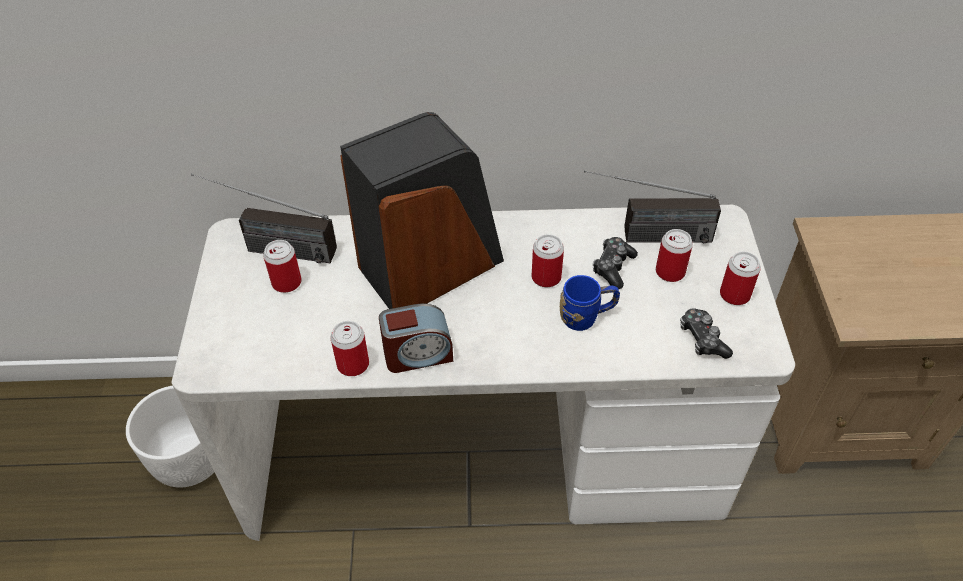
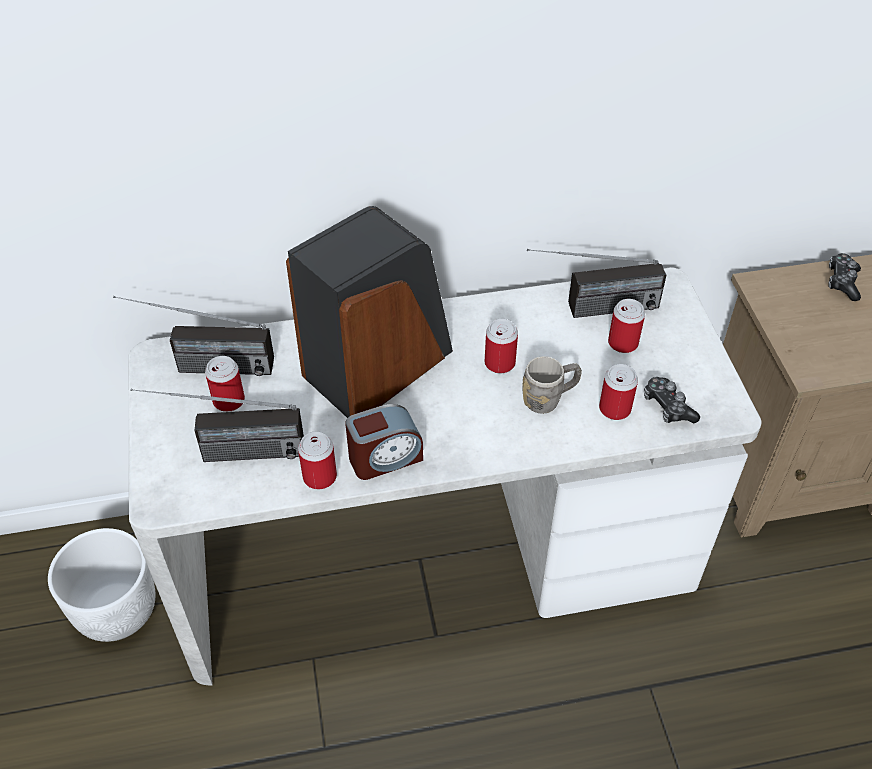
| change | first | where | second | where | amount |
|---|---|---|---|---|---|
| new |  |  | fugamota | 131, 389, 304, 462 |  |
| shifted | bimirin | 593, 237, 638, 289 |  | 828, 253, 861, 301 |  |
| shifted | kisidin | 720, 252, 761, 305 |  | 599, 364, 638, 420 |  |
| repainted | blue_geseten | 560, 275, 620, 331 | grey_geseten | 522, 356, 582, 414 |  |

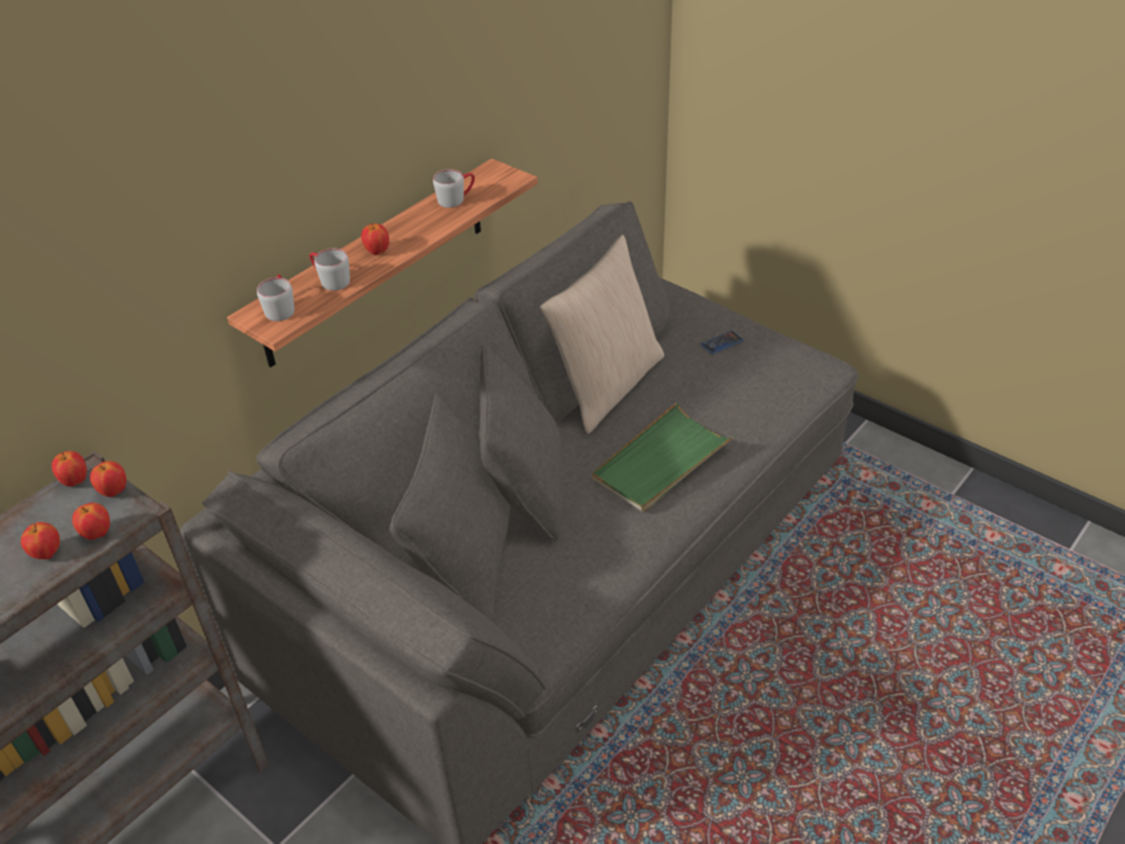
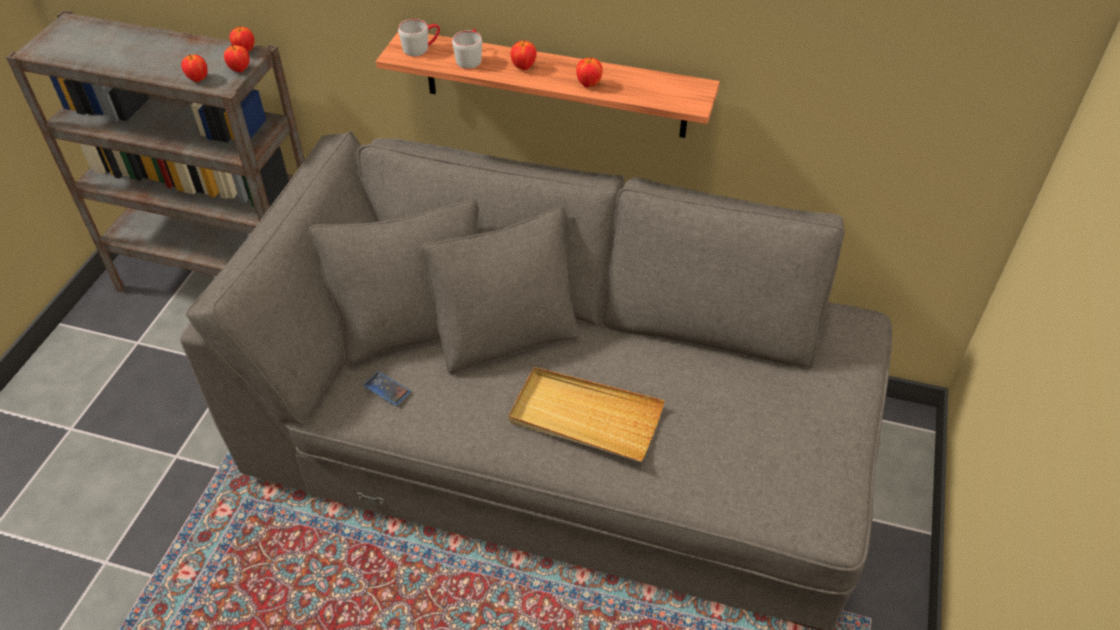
| change | first | where | second | where | amount |
|---|---|---|---|---|---|
| gone | grey_geseten | 433, 169, 475, 208 |  |  |  |
| gone | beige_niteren | 540, 235, 664, 434 |  |  |  |
| shifted | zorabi | 21, 522, 60, 560 |  | 576, 57, 603, 87 |  |
| shifted | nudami | 701, 330, 744, 354 |  | 364, 372, 411, 406 |  |
| repainted | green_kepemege | 592, 402, 735, 512 | beige_kepemege | 508, 367, 665, 462 |  |

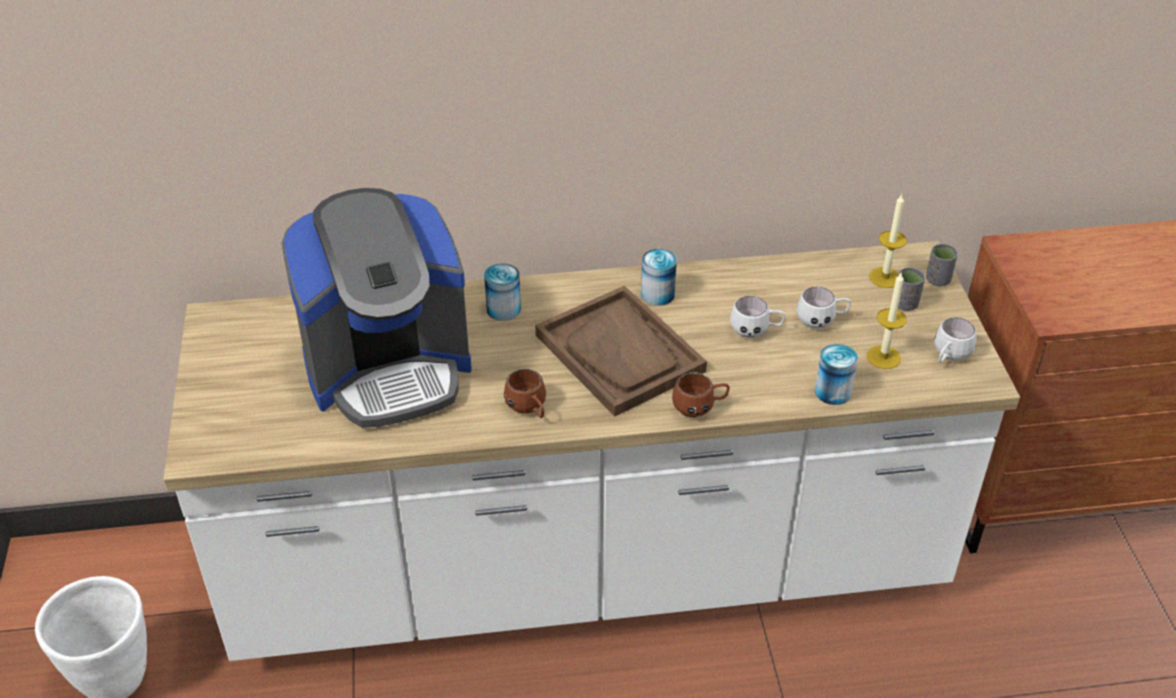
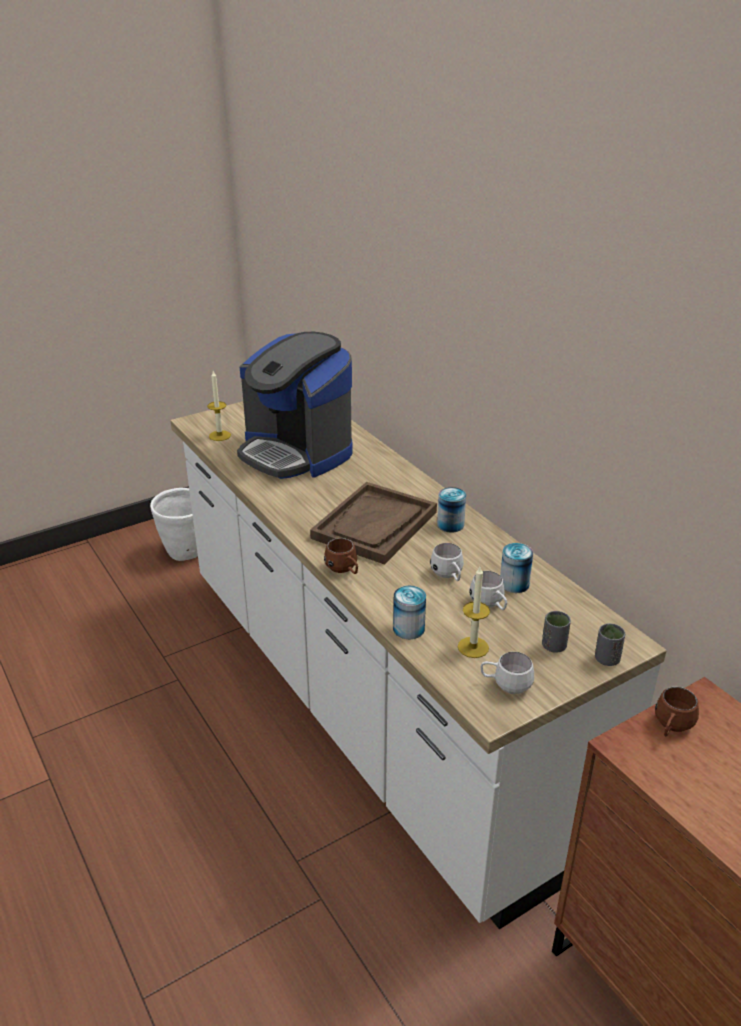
| change | first | where | second | where | amount |
|---|---|---|---|---|---|
| shifted | kisidin | 484, 263, 521, 321 |  | 500, 543, 533, 593 |  |
| shifted | brown_geseten | 504, 369, 546, 418 |  | 655, 687, 699, 736 |  |
| shifted | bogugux | 869, 194, 907, 288 |  | 207, 371, 231, 441 |  |

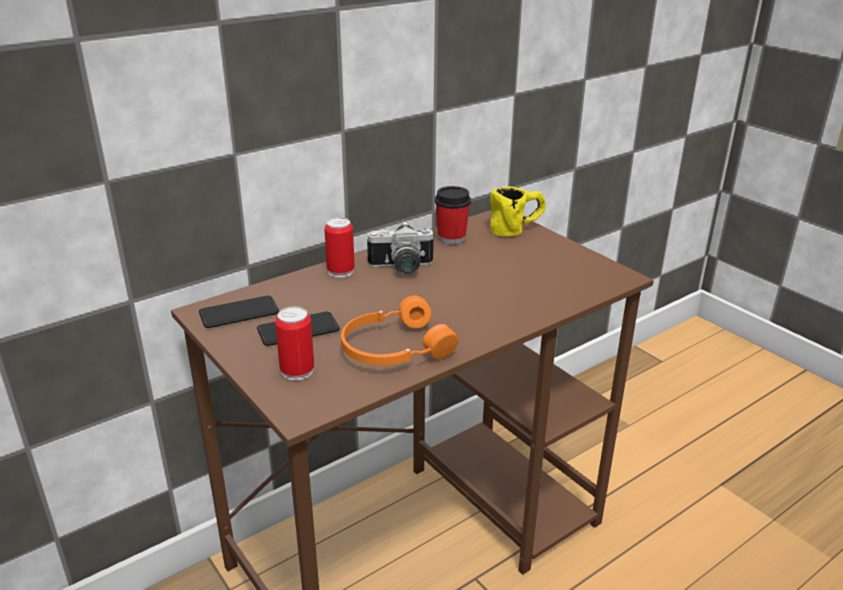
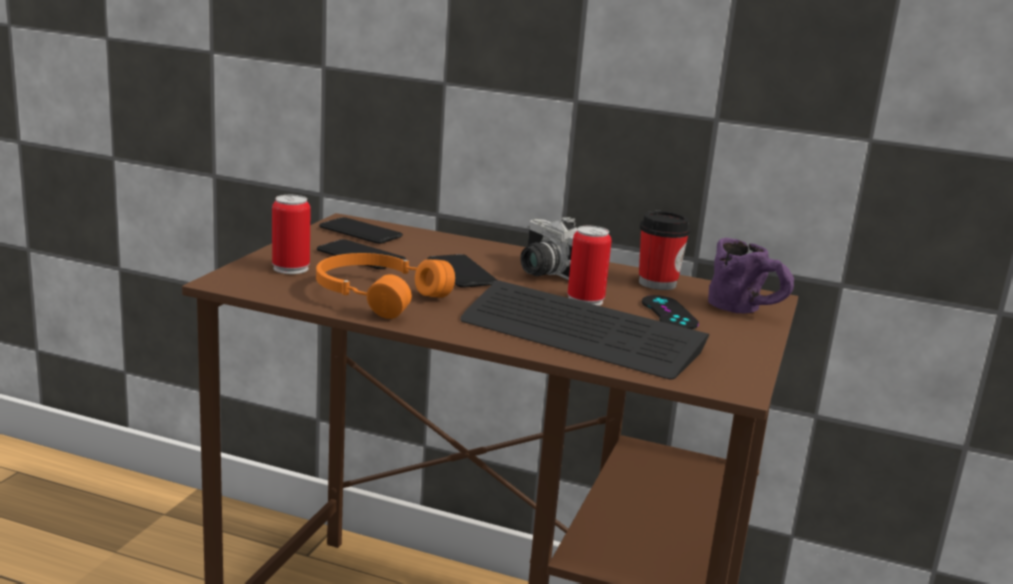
| change | first | where | second | where | amount |
|---|---|---|---|---|---|
| new |  |  | nudami | 427, 254, 497, 288 |  |
| new |  |  | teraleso | 460, 280, 710, 379 |  |
| new |  |  | black_bimirin | 642, 295, 699, 329 |  |
| shifted | kisidin | 324, 217, 355, 278 |  | 568, 226, 612, 306 |  |
| repainted | yellow_geseten | 490, 186, 546, 237 | purple_geseten | 708, 238, 794, 313 |  |

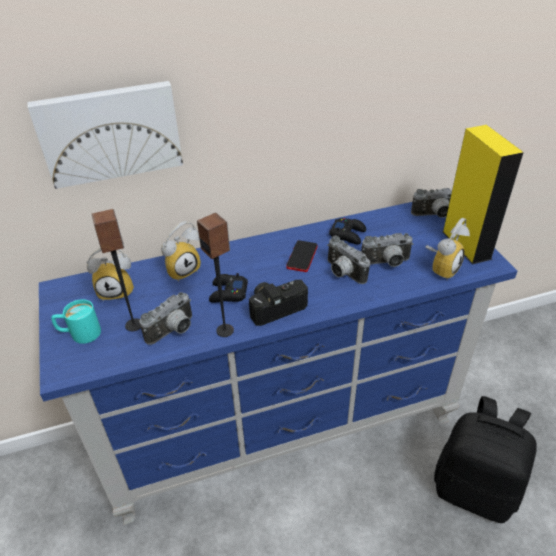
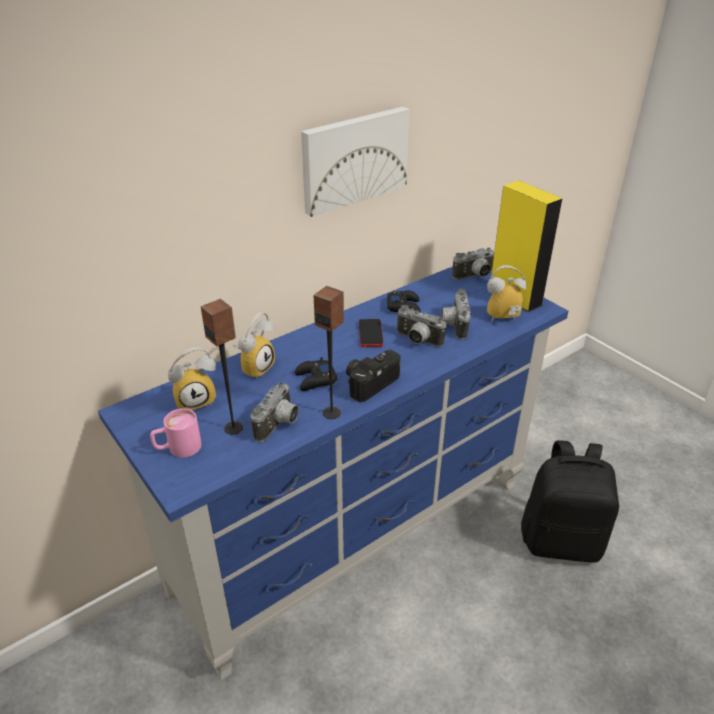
| change | first | where | second | where | amount |
|---|---|---|---|---|---|
| shifted | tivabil | 28, 81, 183, 189 |  | 301, 107, 410, 217 |  |
| repainted | turquoise_geseten | 51, 299, 101, 344 | pink_geseten | 150, 408, 202, 457 |  |
| rotated | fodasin | 361, 233, 414, 267 |  | 441, 289, 470, 339 | 120 degrees clockwise |
| rotated | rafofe | 425, 218, 470, 280 |  | 487, 265, 527, 321 | 120 degrees counterclockwise |

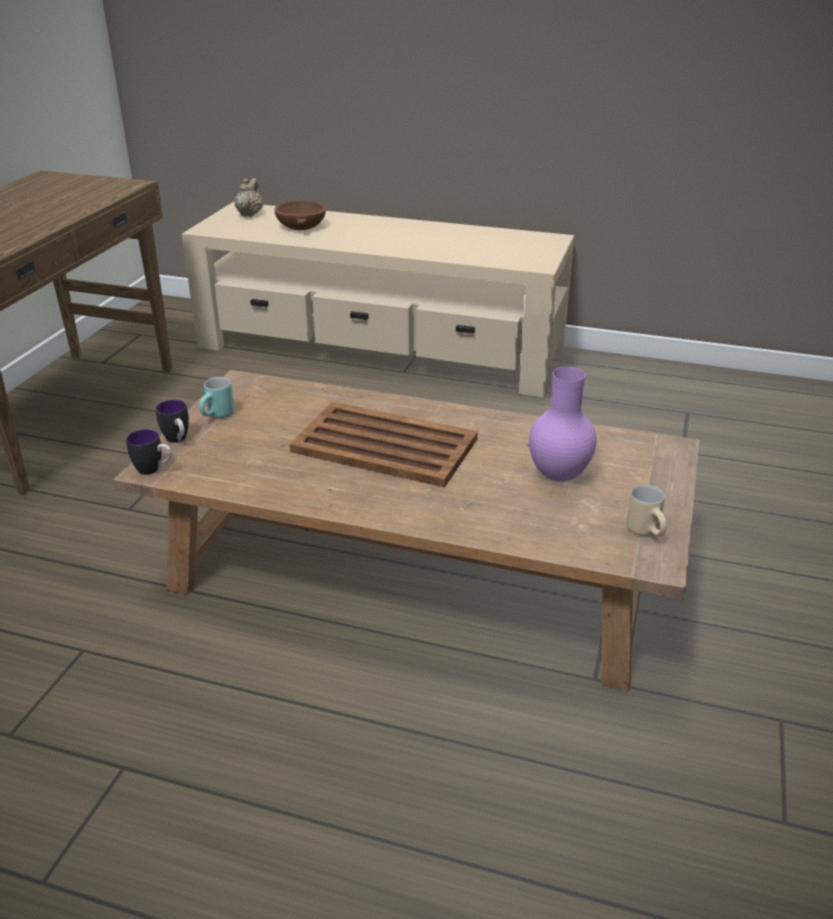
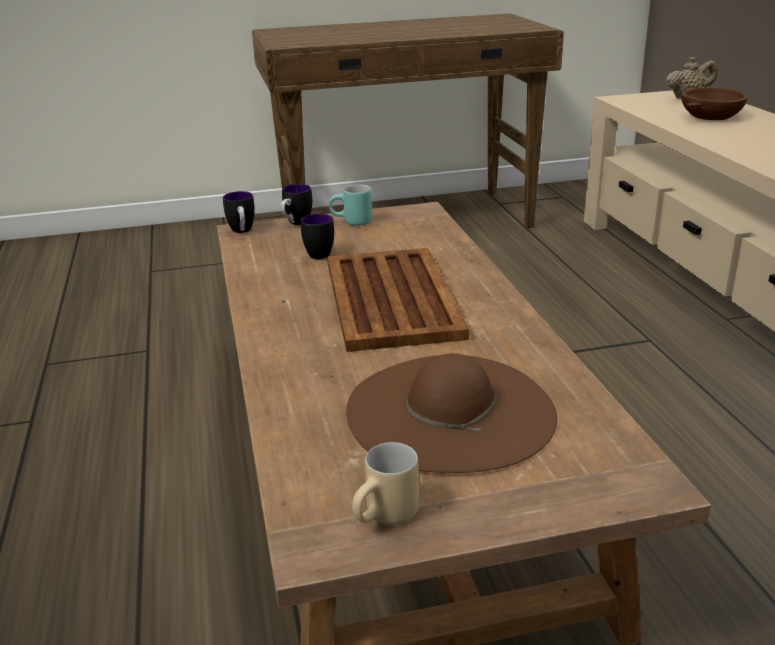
| change | first | where | second | where | amount |
|---|---|---|---|---|---|
| new |  |  | geseten | 301, 214, 334, 259 |  |
| swapped | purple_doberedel | 529, 367, 597, 482 | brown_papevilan | 346, 353, 557, 473 |  |

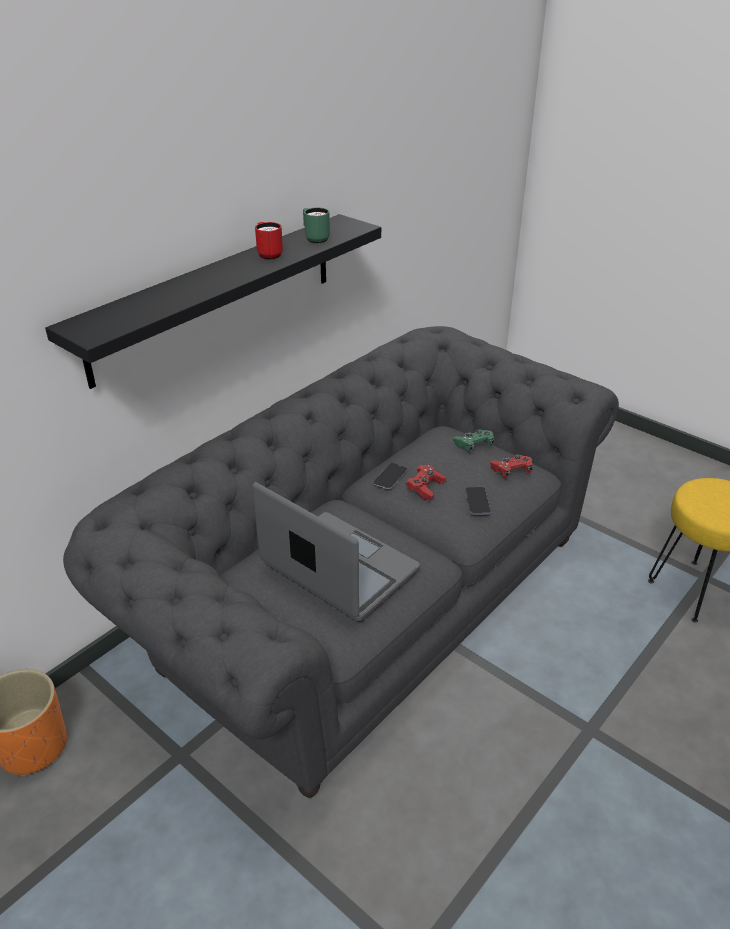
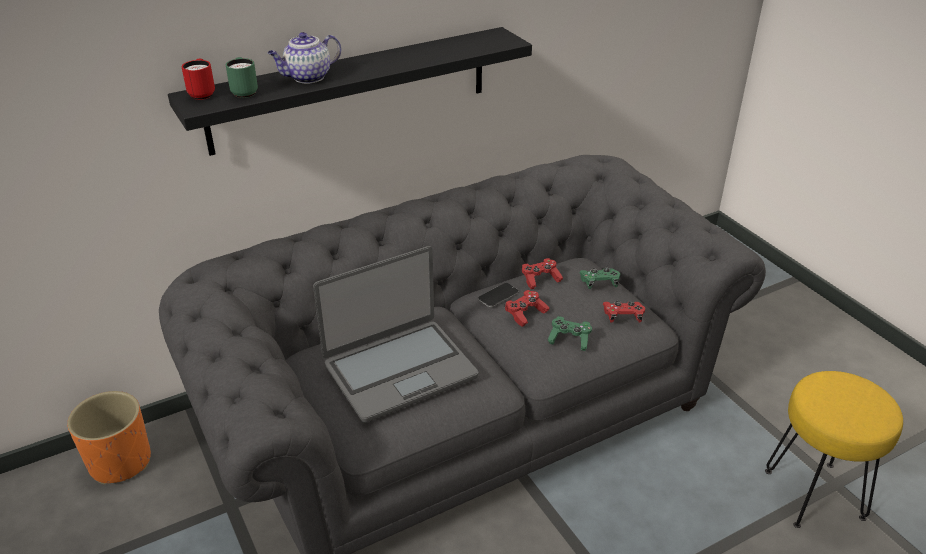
| change | first | where | second | where | amount |
|---|---|---|---|---|---|
| new |  |  | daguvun | 268, 32, 341, 84 |  |
| new |  |  | red_bimirin | 522, 258, 563, 289 |  |
| shifted | red_geseten | 255, 222, 283, 260 |  | 182, 59, 215, 100 |  |
| shifted | green_geseten | 303, 208, 330, 243 |  | 226, 57, 258, 98 |  |
| swapped | nudami | 465, 487, 491, 515 | green_bimirin | 547, 316, 592, 351 |  |
| rotated | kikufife | 252, 482, 420, 621 |  | 313, 246, 479, 423 | 90 degrees clockwise |

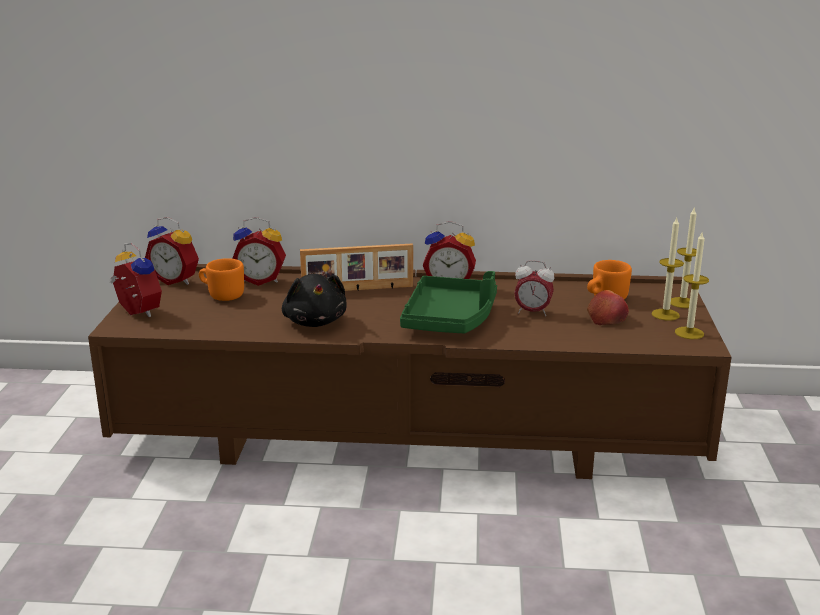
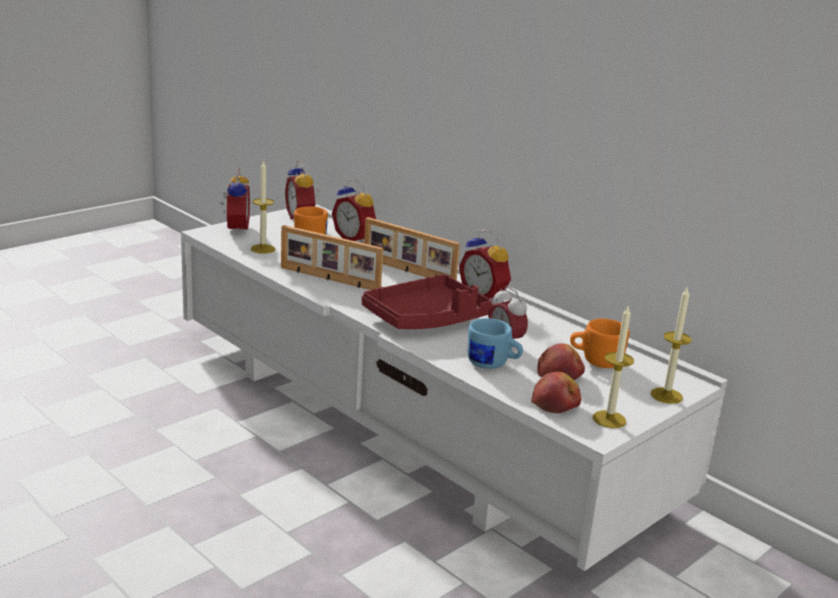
| change | first | where | second | where | amount |
|---|---|---|---|---|---|
| new |  |  | blue_geseten | 468, 318, 523, 369 |  |
| new |  |  | zorabi | 531, 372, 581, 413 |  |
| shifted | bogugux | 651, 218, 684, 320 |  | 251, 160, 276, 254 |  |
| swapped | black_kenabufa | 282, 274, 347, 327 | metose | 281, 225, 383, 290 |  |
| repainted | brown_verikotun | 88, 264, 731, 479 | white_verikotun | 181, 204, 727, 571 |  |
| repainted | green_kepemege | 400, 271, 497, 333 | red_kepemege | 362, 274, 493, 329 |  |

